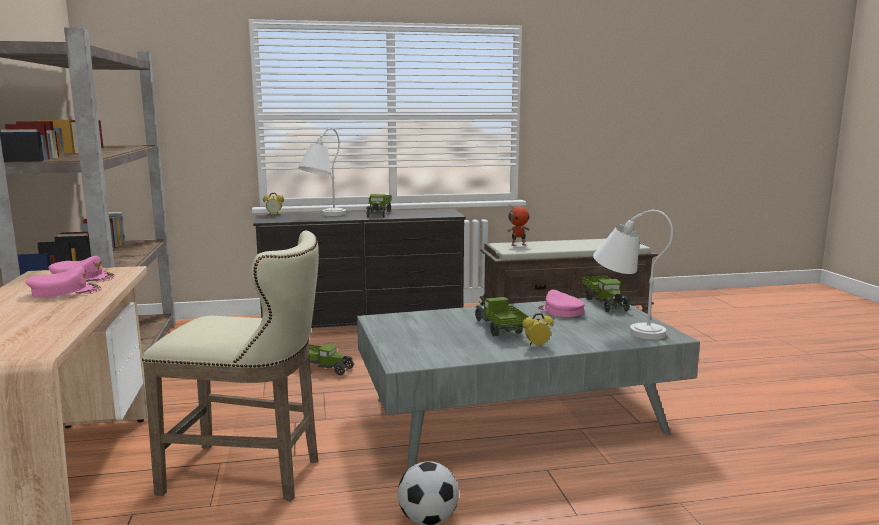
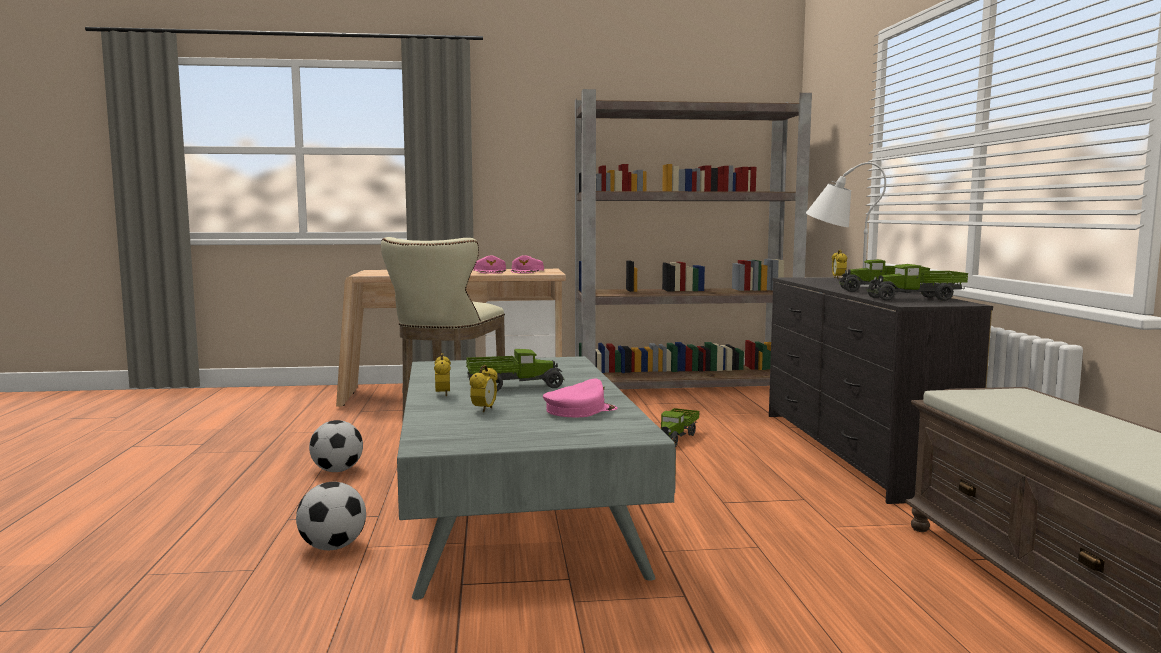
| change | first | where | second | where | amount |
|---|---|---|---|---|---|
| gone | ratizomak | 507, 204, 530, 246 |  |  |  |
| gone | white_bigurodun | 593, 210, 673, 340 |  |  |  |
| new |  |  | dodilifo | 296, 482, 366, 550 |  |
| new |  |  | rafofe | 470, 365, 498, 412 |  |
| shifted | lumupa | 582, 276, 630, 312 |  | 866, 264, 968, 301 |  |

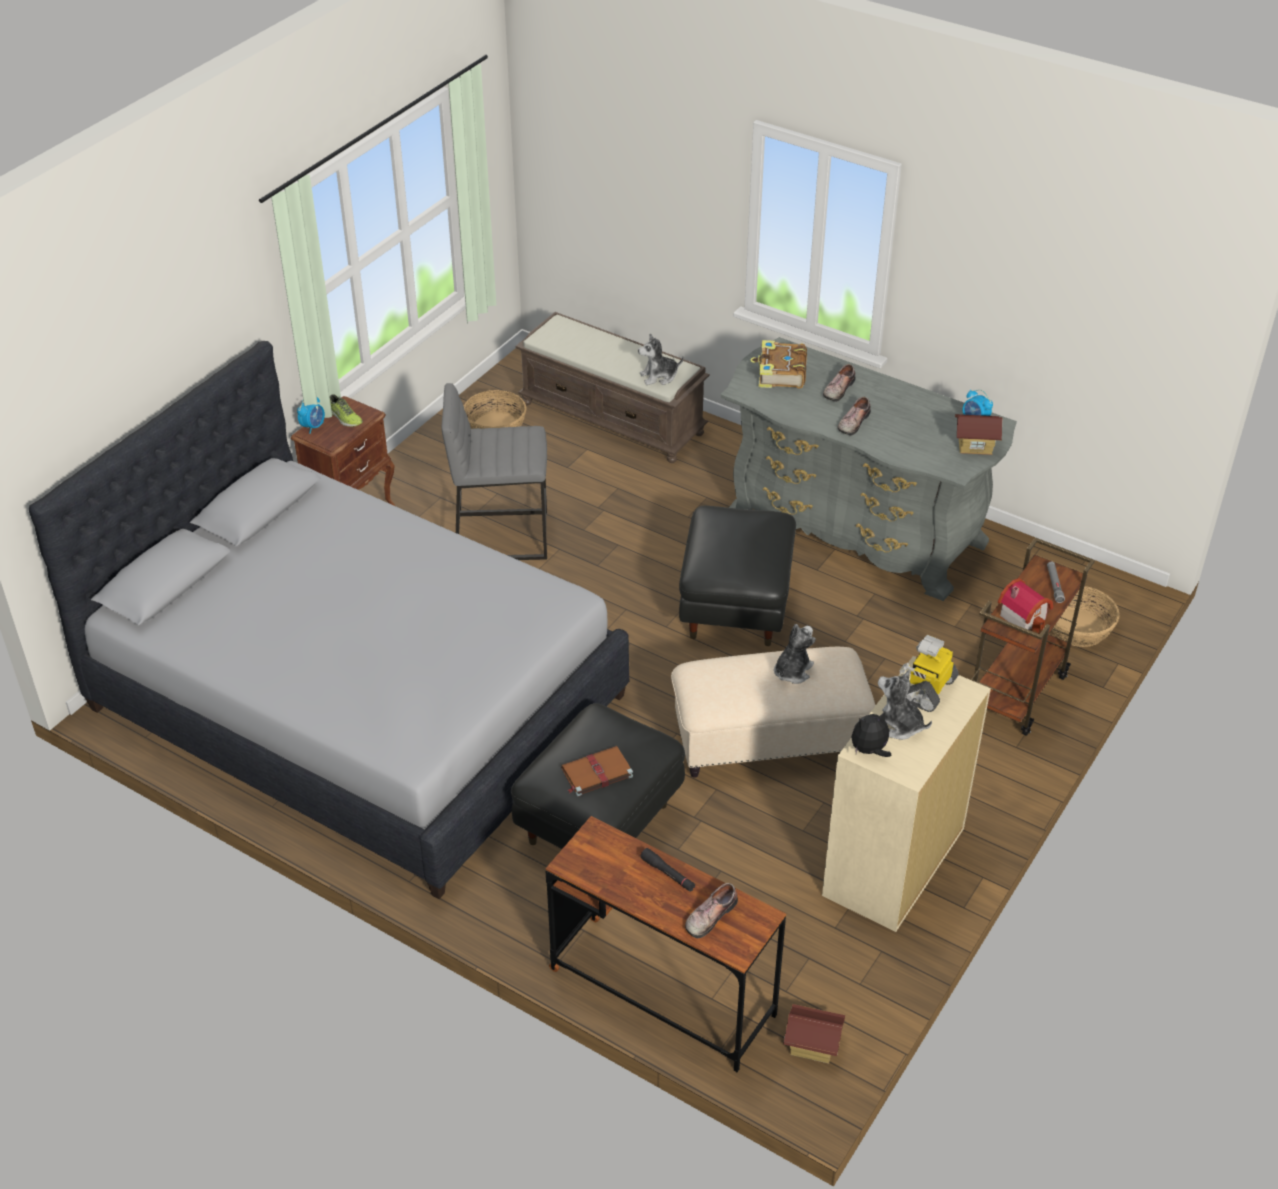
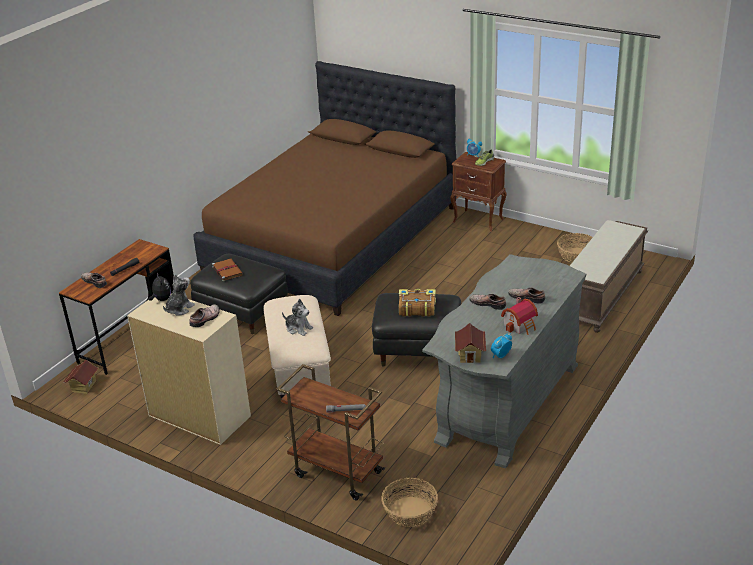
| change | first | where | second | where | amount |
|---|---|---|---|---|---|
| gone | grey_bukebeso | 441, 383, 547, 560 |  |  |  |
| gone | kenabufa | 638, 334, 684, 385 |  |  |  |
| shifted | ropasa | 750, 340, 807, 389 |  | 399, 289, 436, 317 |  |
| shifted | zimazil | 998, 578, 1053, 632 |  | 501, 297, 538, 335 |  |
| swapped | ratizomak | 899, 635, 959, 712 | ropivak | 190, 304, 220, 327 |  |
| repainted | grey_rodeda | 29, 341, 630, 899 | brown_rodeda | 193, 61, 456, 316 |  |

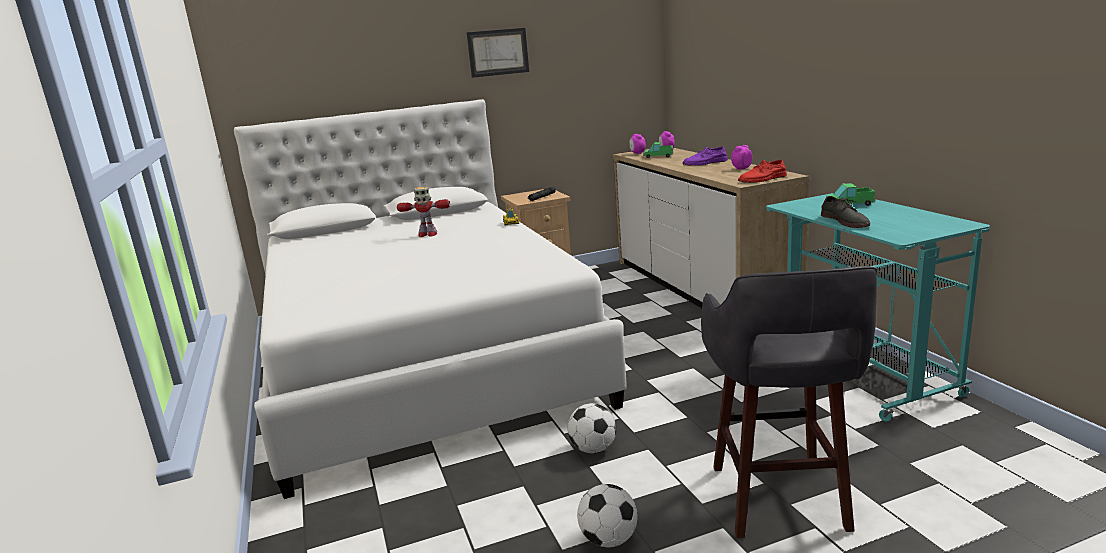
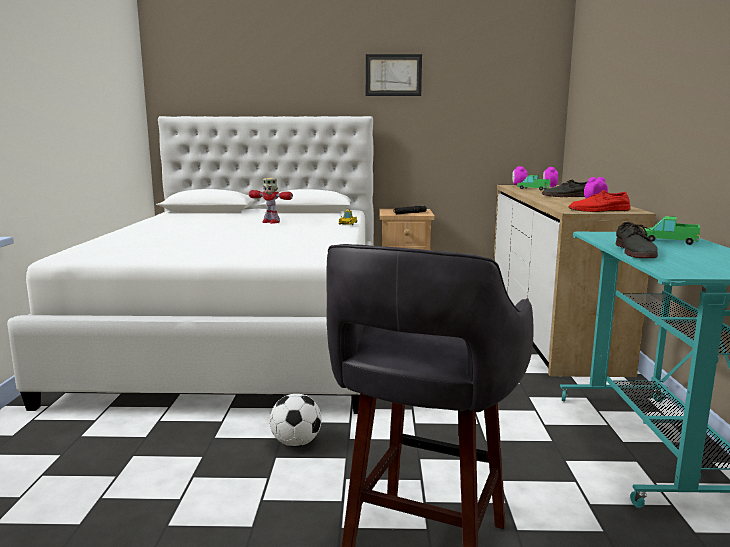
| change | first | where | second | where | amount |
|---|---|---|---|---|---|
| gone | dodilifo | 577, 484, 638, 547 |  |  |  |
| repainted | purple_ropivak | 682, 146, 728, 166 | grey_ropivak | 542, 180, 587, 197 |  |

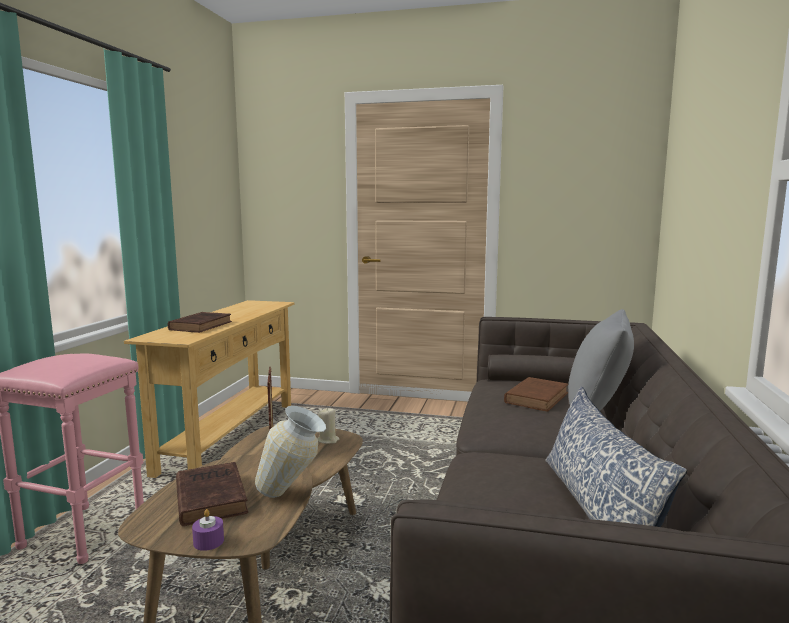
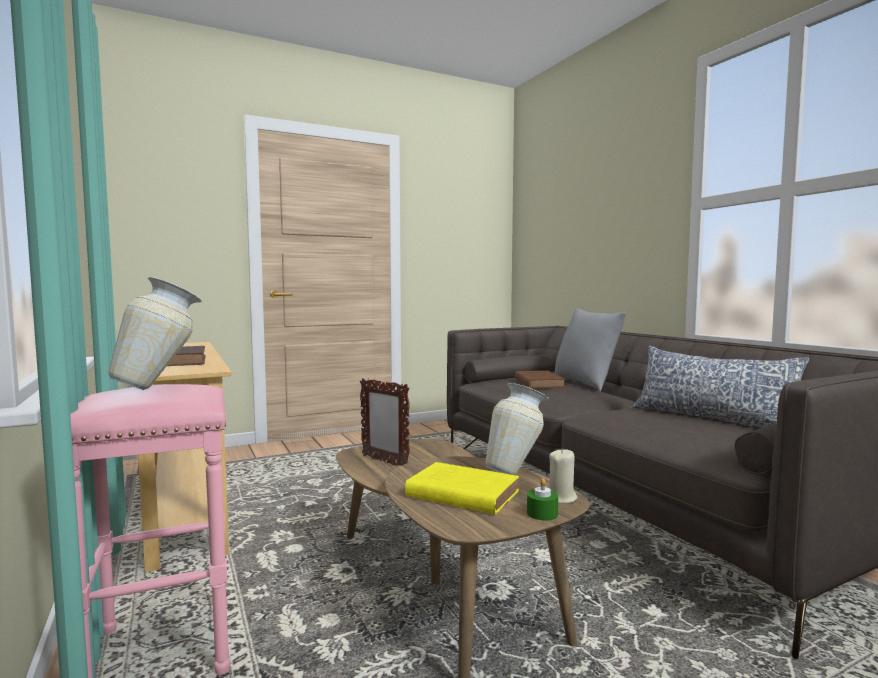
| change | first | where | second | where | amount |
|---|---|---|---|---|---|
| new |  |  | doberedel | 108, 277, 202, 390 |  |
| shifted | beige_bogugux | 317, 407, 339, 444 |  | 548, 448, 577, 503 |  |
| repainted | brown_ropasa | 176, 462, 248, 526 | yellow_ropasa | 405, 462, 519, 514 |  |
| repainted | purple_bogugux | 192, 509, 224, 551 | green_bogugux | 527, 478, 558, 521 |  |

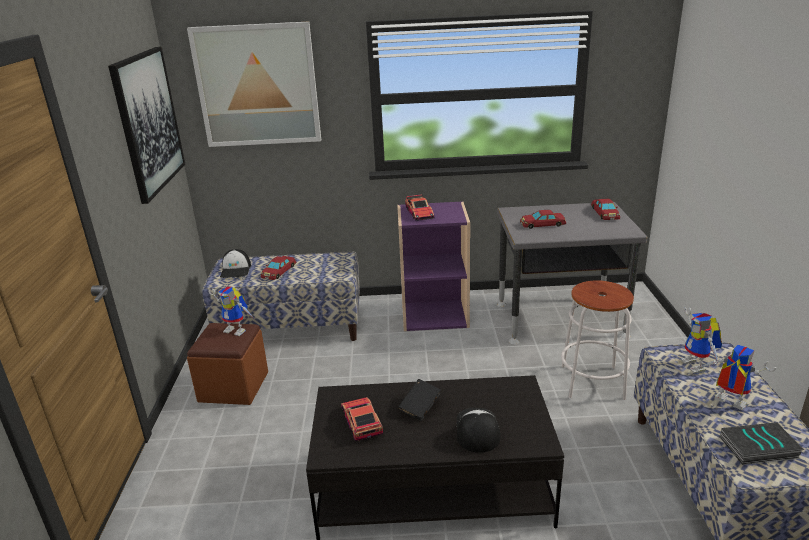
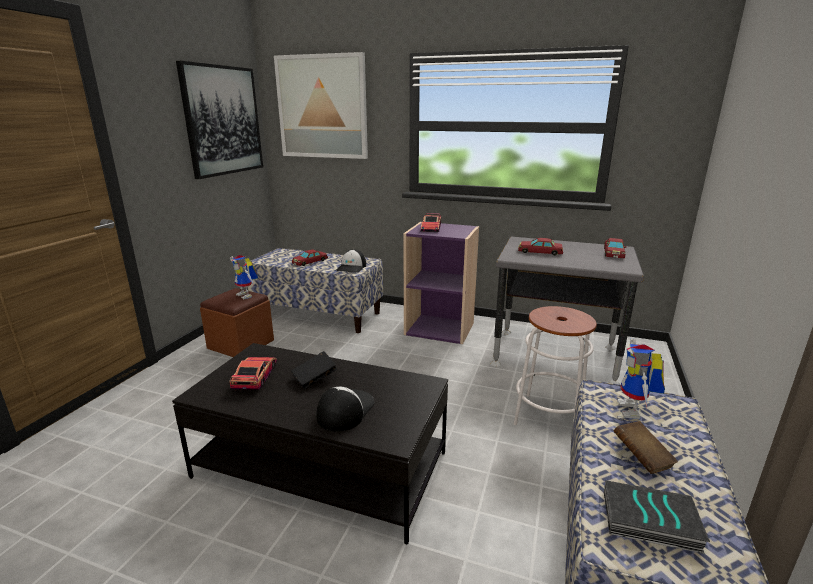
| change | first | where | second | where | amount |
|---|---|---|---|---|---|
| shifted | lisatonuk | 220, 249, 251, 278 |  | 336, 249, 366, 273 |  |
| swapped | ratizomak | 698, 345, 776, 410 | brown_ropasa | 613, 421, 678, 474 |  |

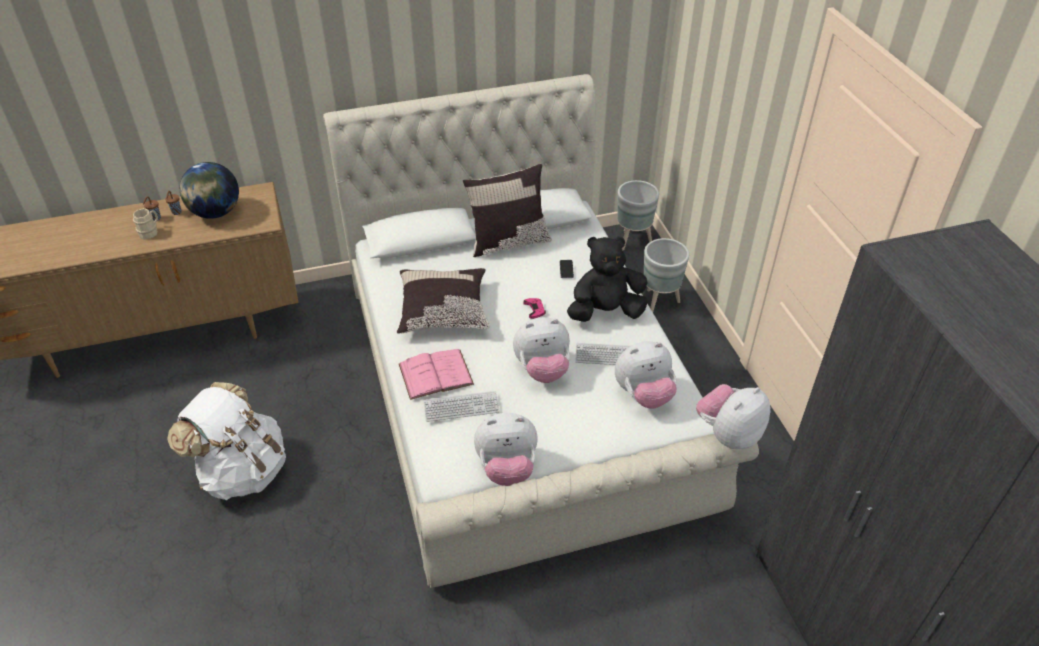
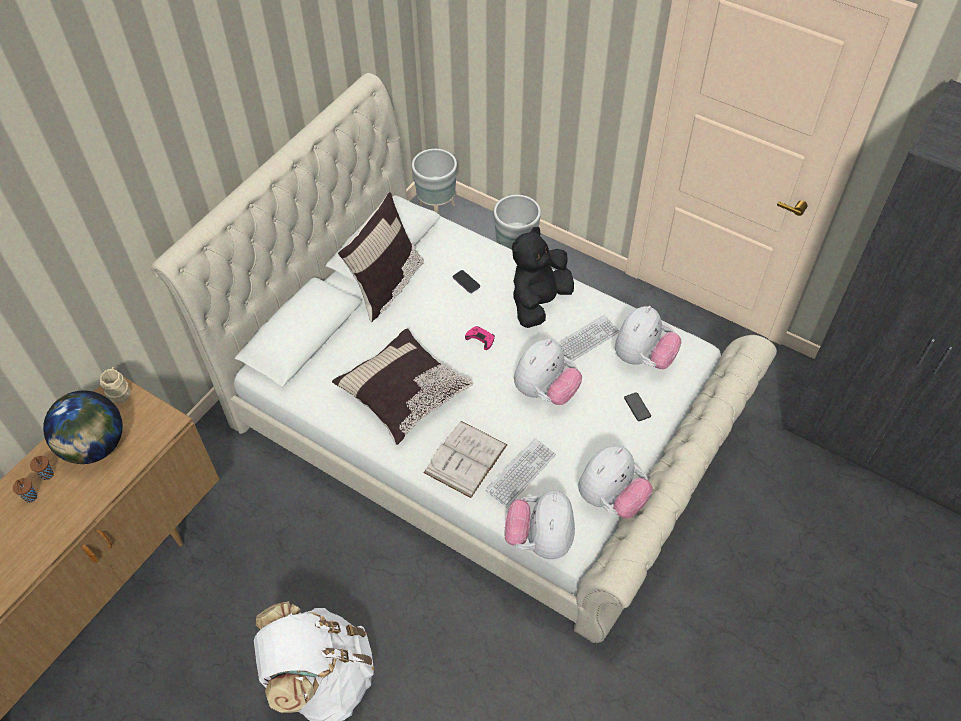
| change | first | where | second | where | amount |
|---|---|---|---|---|---|
| new |  |  | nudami | 624, 393, 651, 421 |  |
| shifted | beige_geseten | 133, 208, 158, 240 |  | 100, 367, 130, 404 |  |
| shifted | kenabufa | 696, 384, 770, 449 |  | 505, 490, 575, 559 |  |
| repainted | pink_ropasa | 399, 349, 474, 400 | white_ropasa | 424, 421, 508, 498 |  |

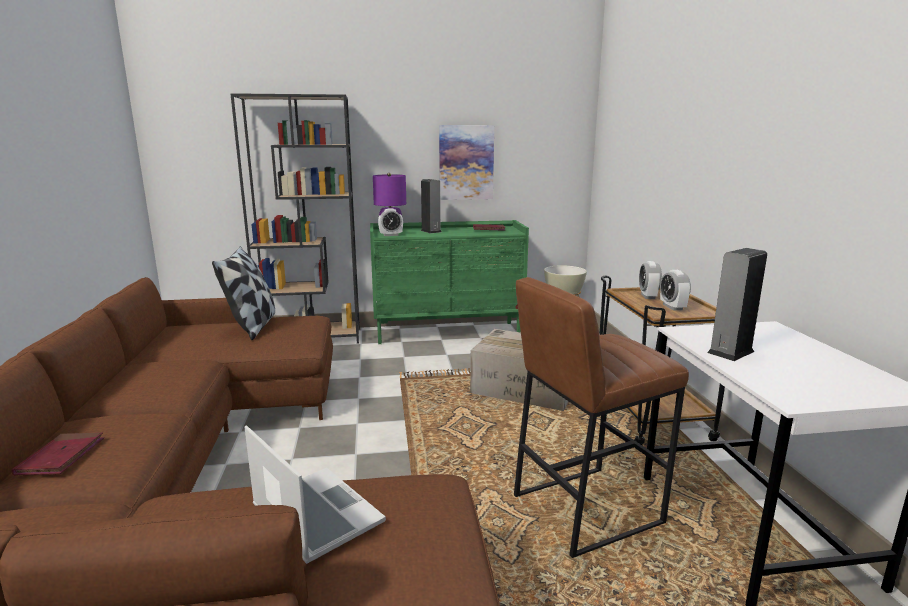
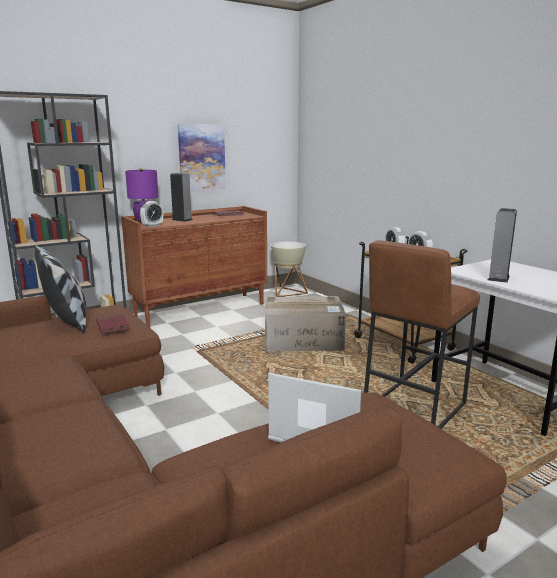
| change | first | where | second | where | amount |
|---|---|---|---|---|---|
| shifted | red_ropasa | 12, 432, 104, 476 |  | 96, 313, 130, 334 |  |
| repainted | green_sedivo | 370, 220, 529, 344 | brown_sedivo | 121, 206, 267, 328 |  |

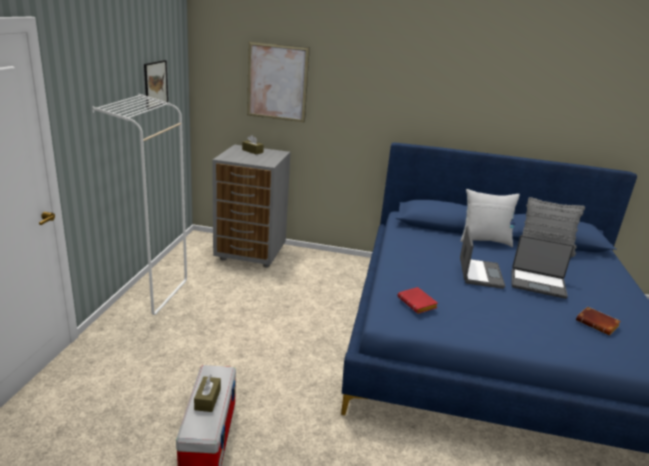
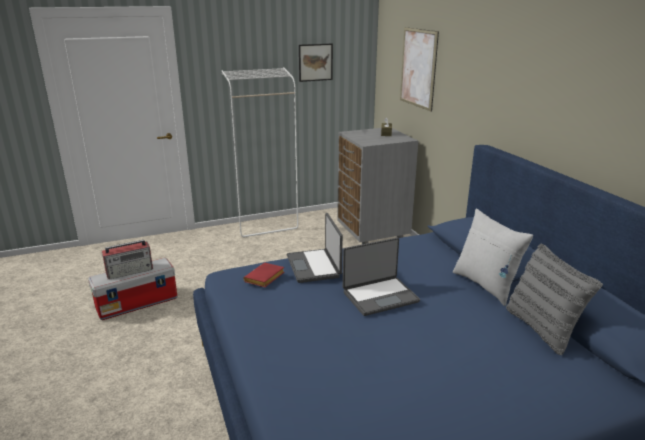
| change | first | where | second | where | amount |
|---|---|---|---|---|---|
| gone | brown_ropasa | 576, 307, 621, 336 |  |  |  |
| shifted | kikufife | 511, 235, 574, 299 |  | 287, 213, 343, 283 |  |
| swapped | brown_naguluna | 194, 375, 221, 412 | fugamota | 102, 240, 153, 279 |  |

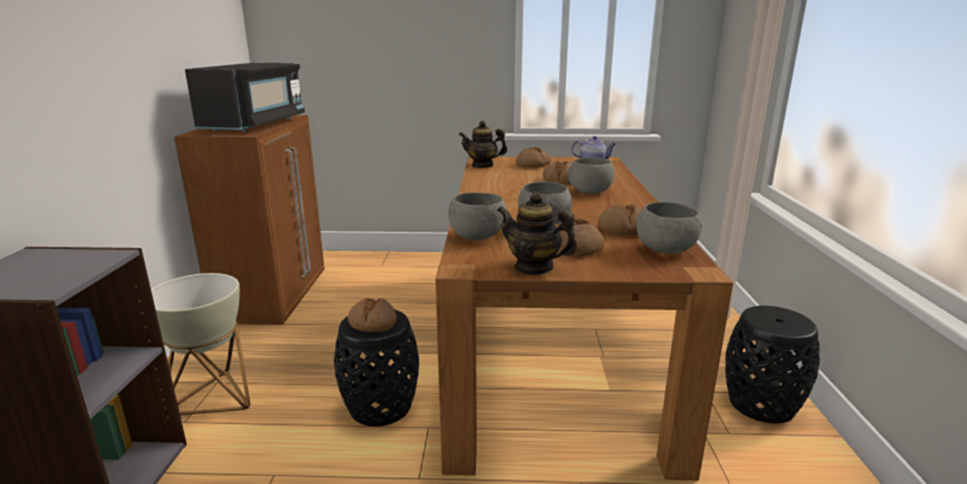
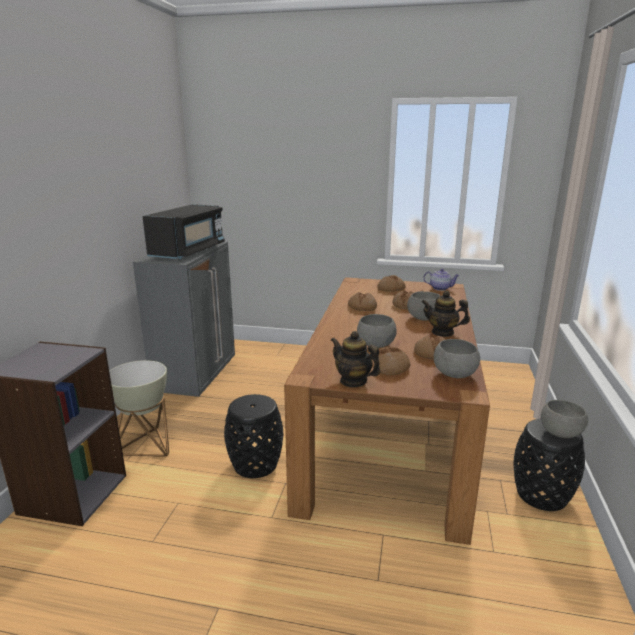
| change | first | where | second | where | amount |
|---|---|---|---|---|---|
| shifted | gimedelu | 348, 298, 397, 332 |  | 348, 292, 377, 311 |  |
| shifted | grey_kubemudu | 448, 193, 507, 240 |  | 541, 400, 588, 438 |  |
| shifted | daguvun | 459, 121, 508, 168 |  | 422, 291, 470, 337 |  |
| repainted | brown_sedivo | 174, 115, 325, 325 | grey_sedivo | 133, 242, 235, 397 |  |

